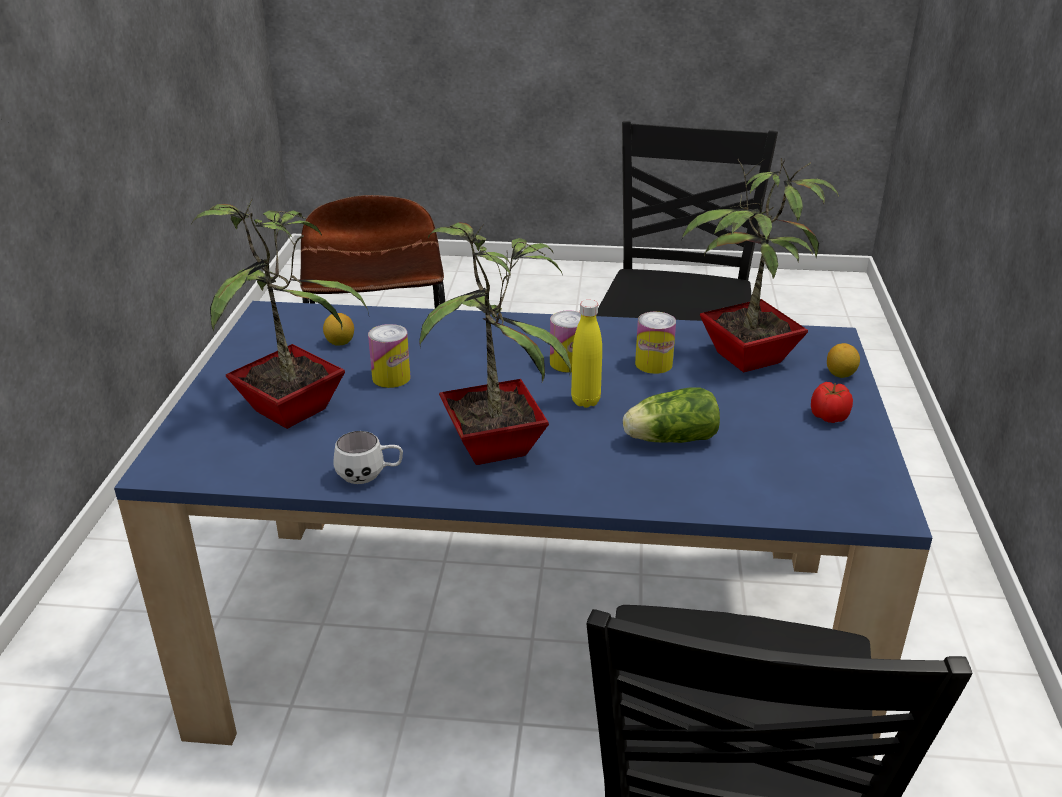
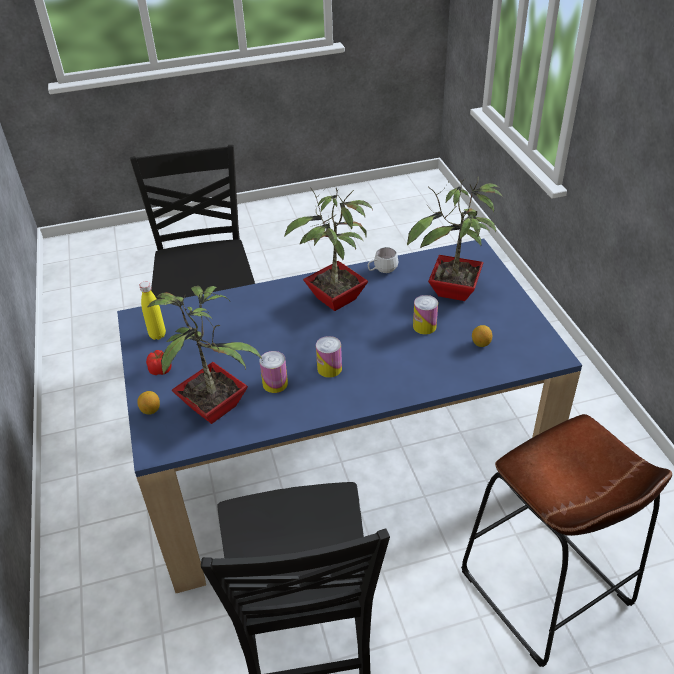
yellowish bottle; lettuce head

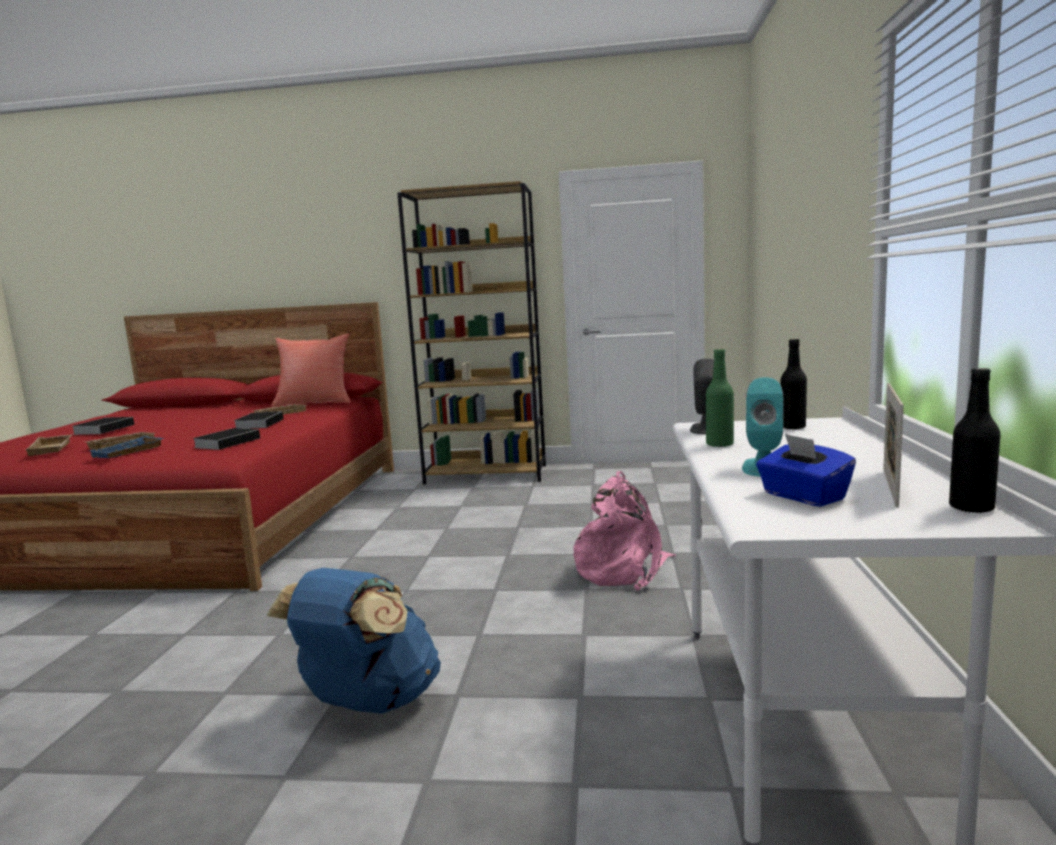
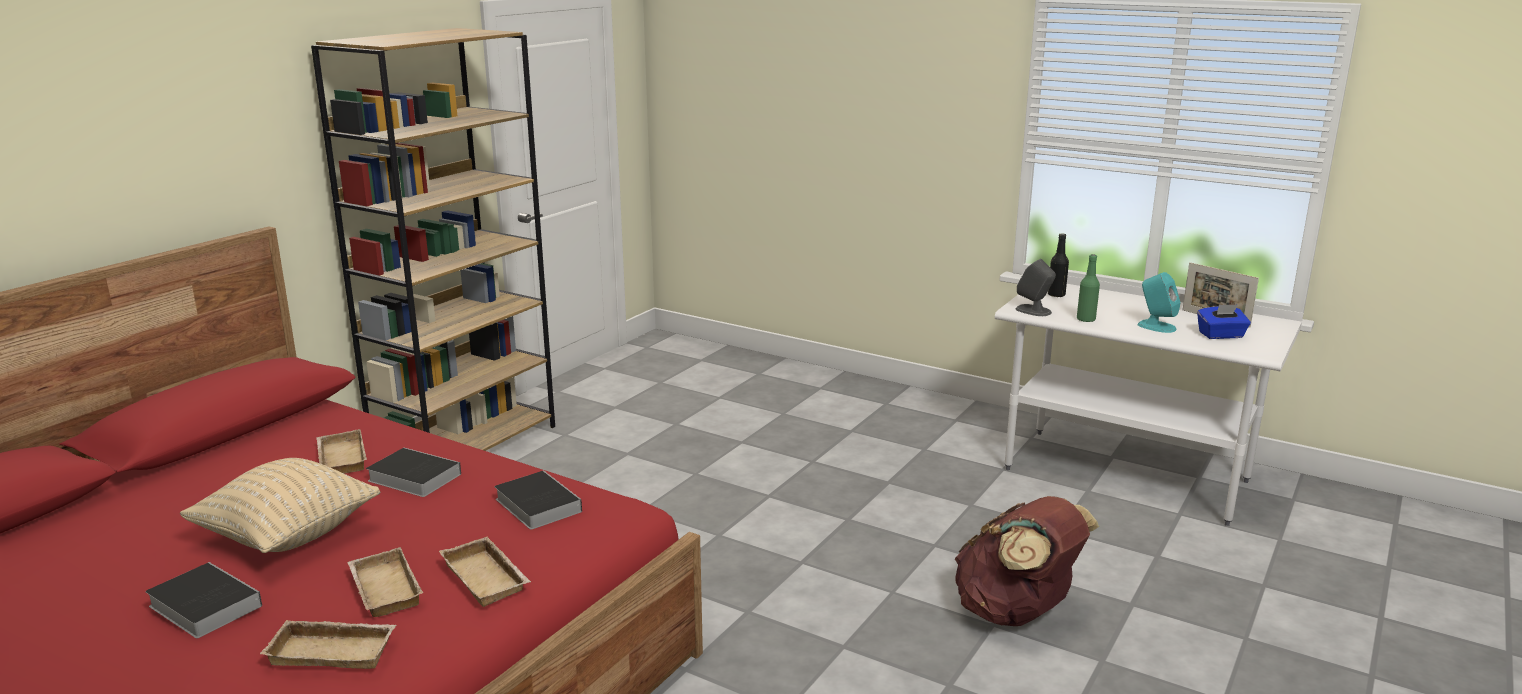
beige tray (4th from left); brown backpack; red-coloured pillow; pink backpack; black-coloured bottle (2nd from left in the first image); beige pillow

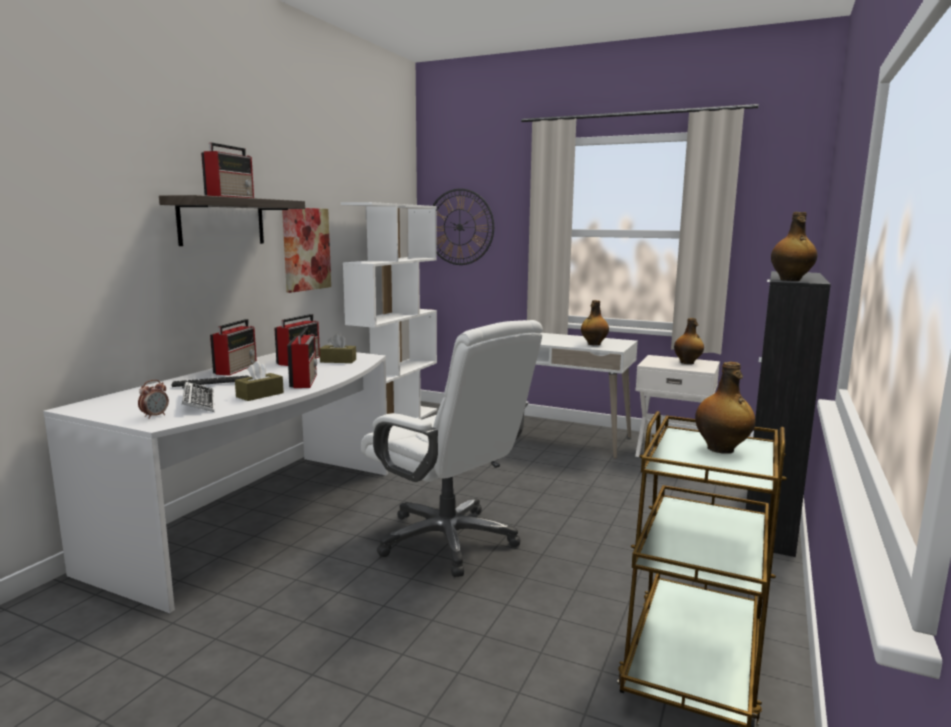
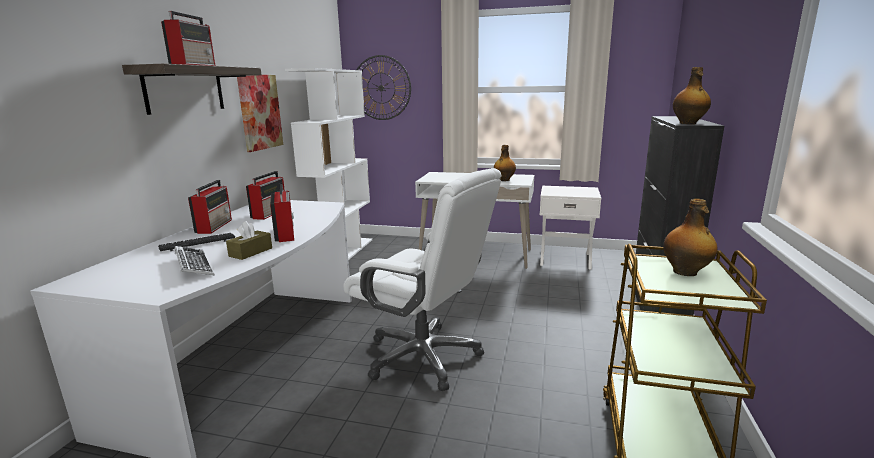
bedside clock; brown tissue holder (2nd from left in the first image); bottle (2nd from left in the first image)

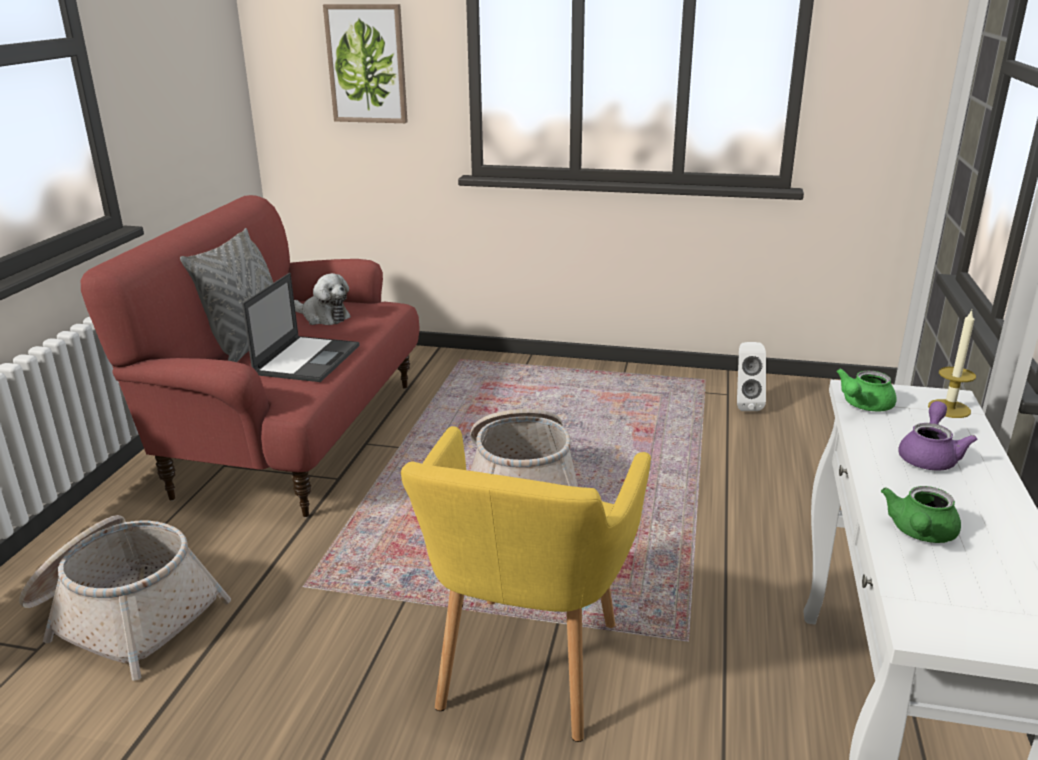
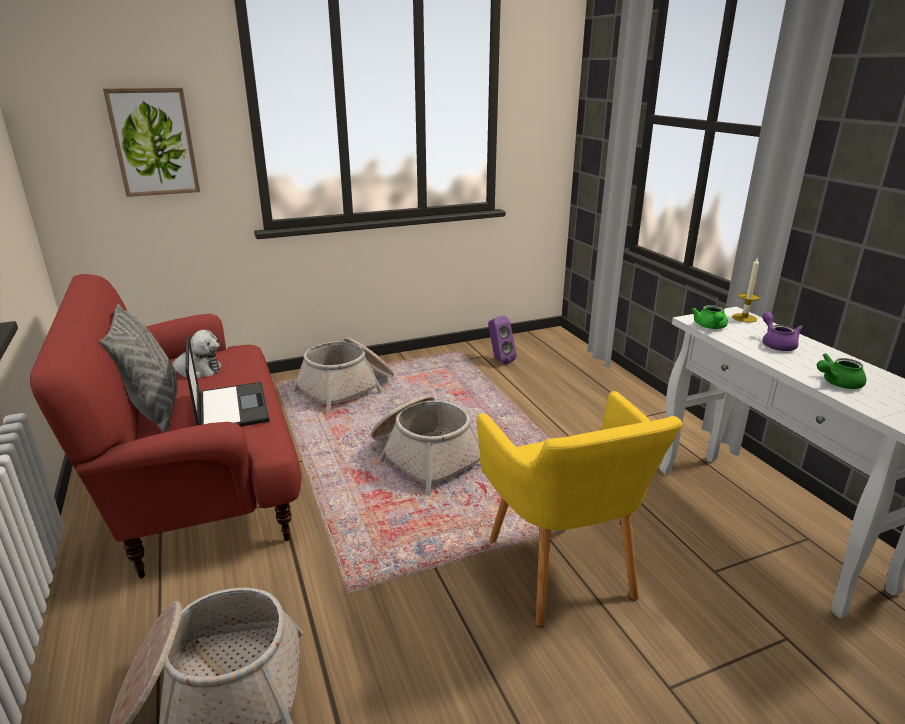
purple audio speaker; greenish teapot (2nd from left); basket (2nd from left)

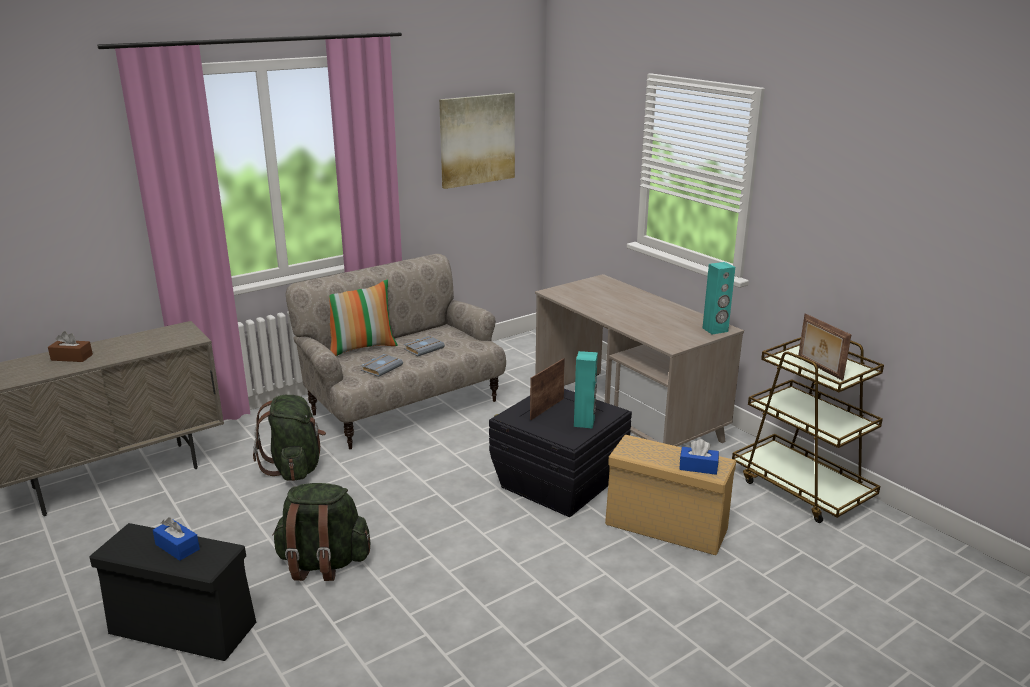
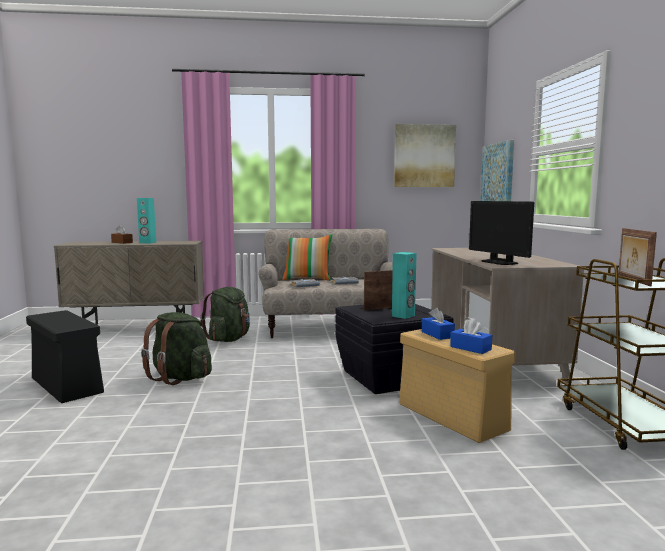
bluish tissue holder (1st from left); blue-green audio speaker (1st from left); monitor; wall art (2nd from left)

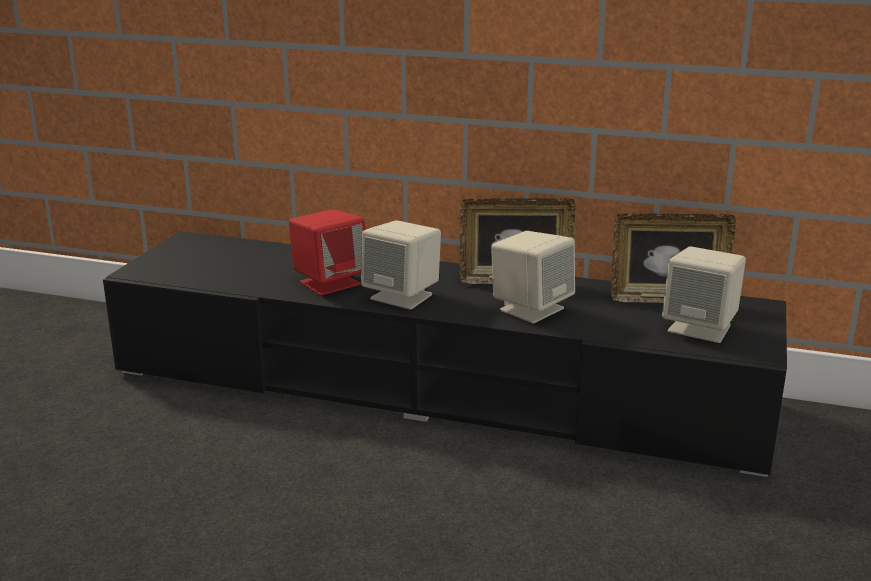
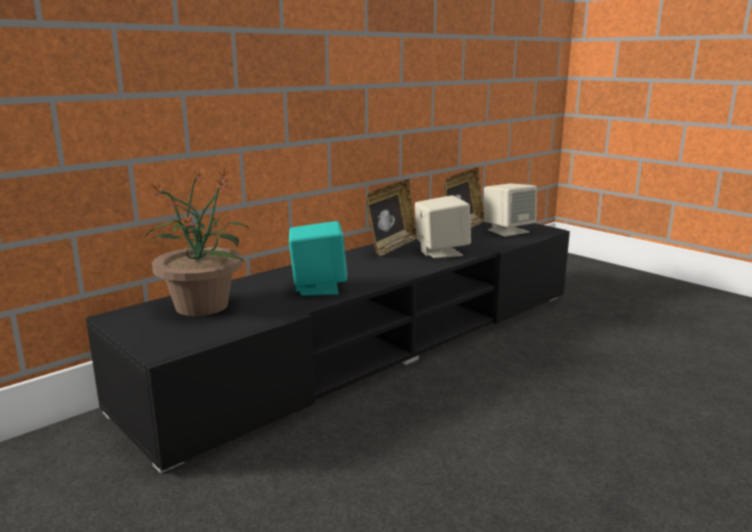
blue-green audio speaker; beige audio speaker (1st from left in the first image); plant in a pot

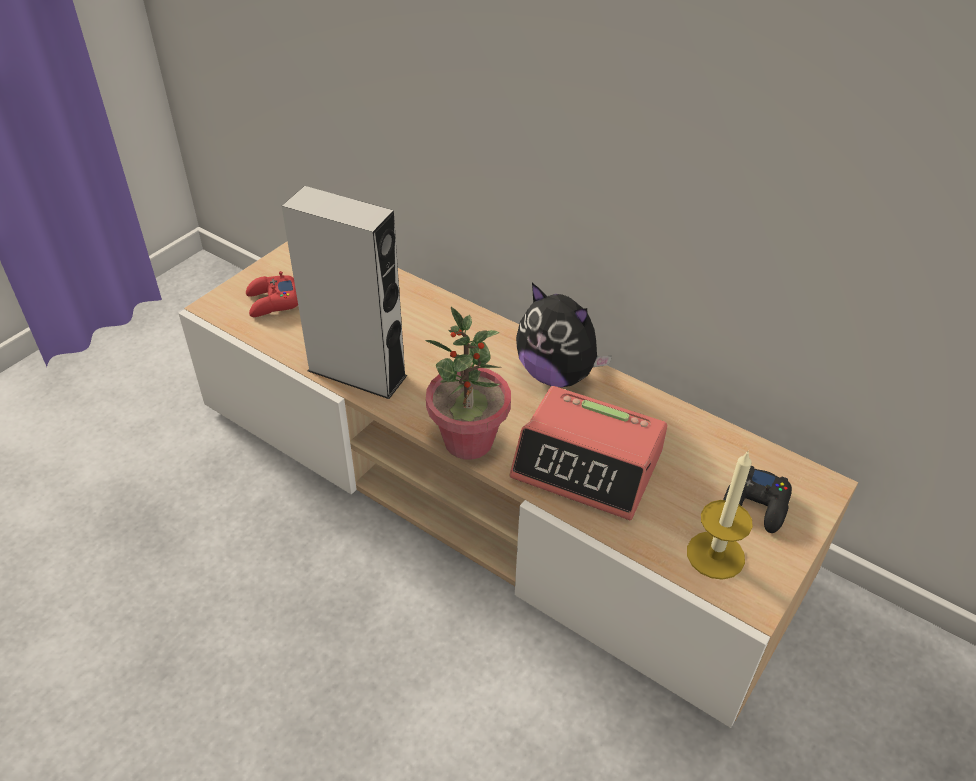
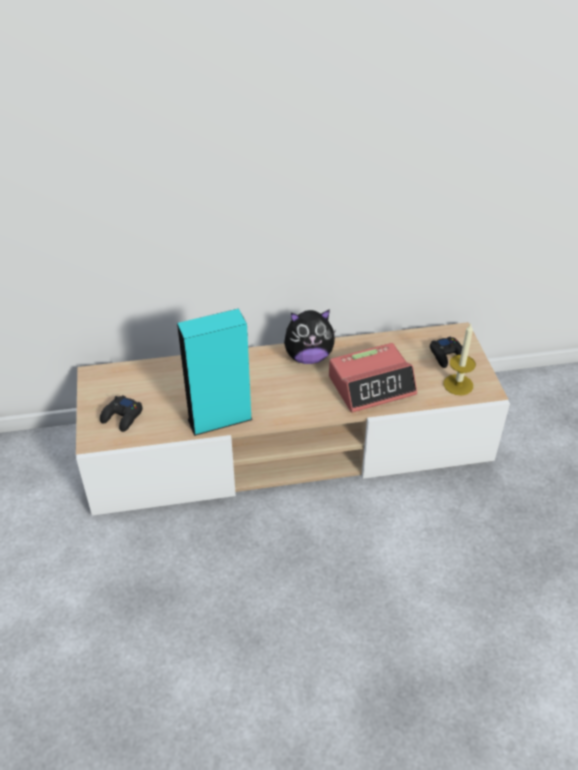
black-coloured game controller (1st from left); blue-green audio speaker; plant in a pot

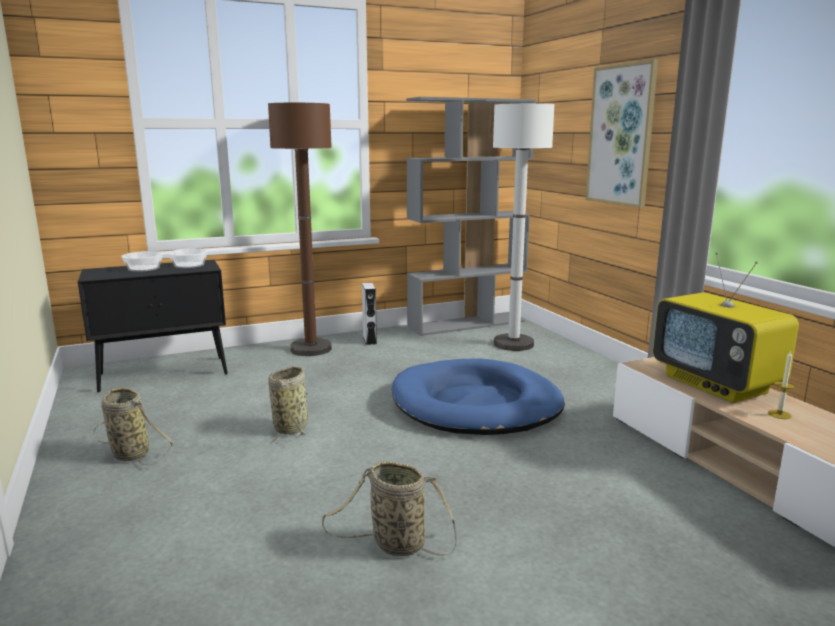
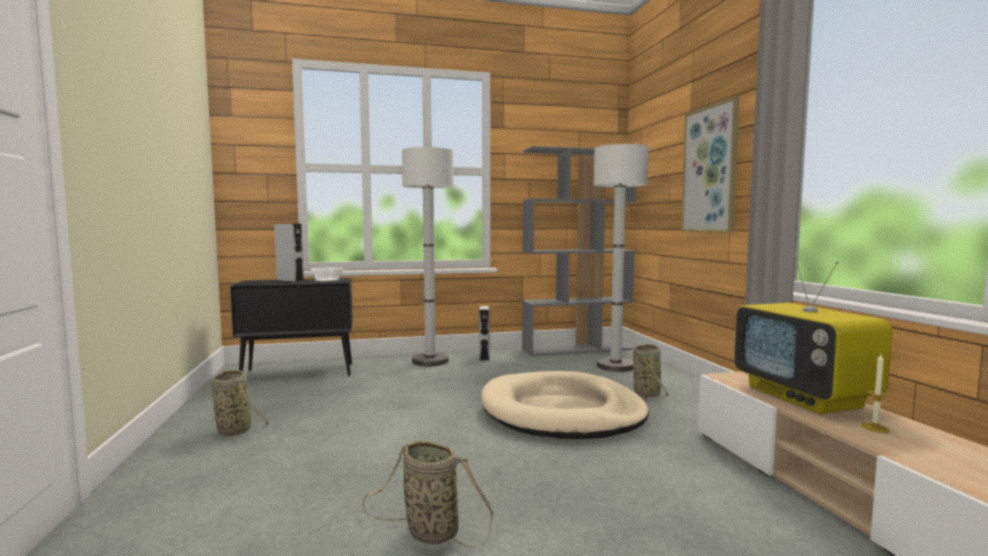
grey audio speaker (1st from left); white standard lamp (1st from left); basket (3rd from left); beige dog cushion

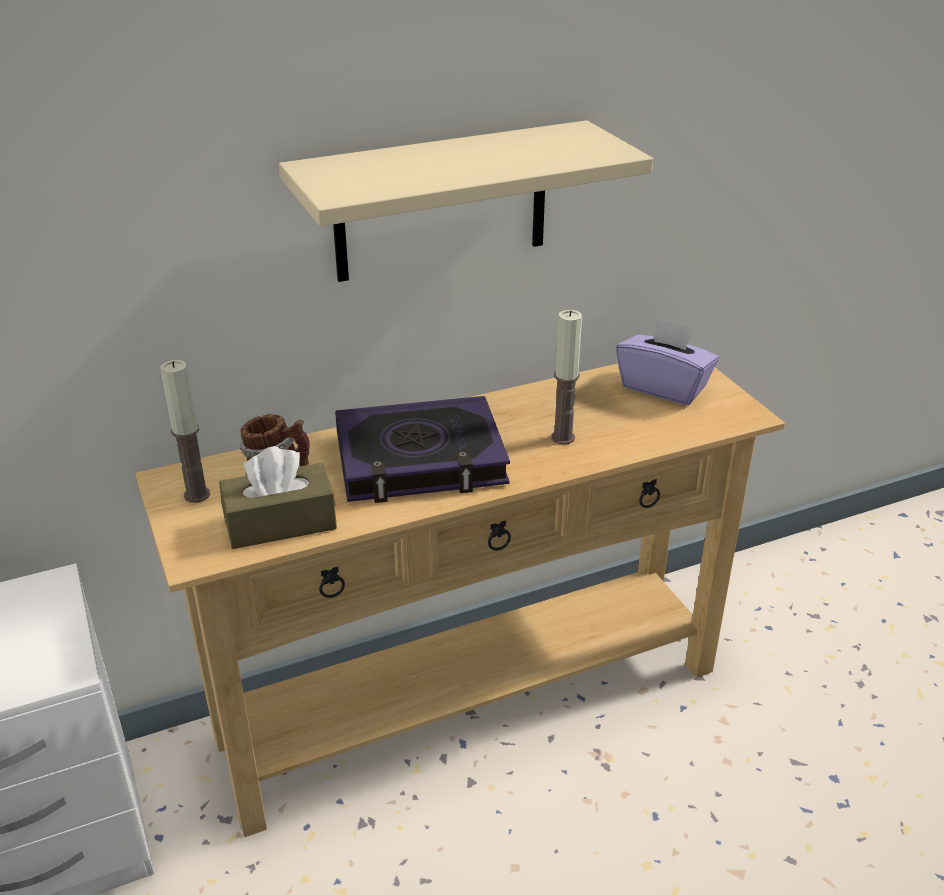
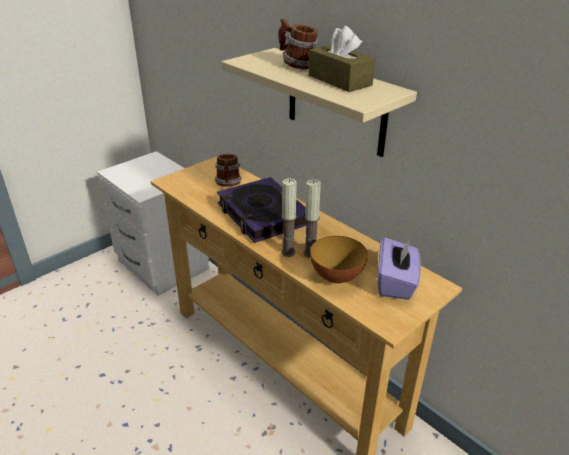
wax light (1st from left); brown tissue holder; tea mug (2nd from left); serving bowl

